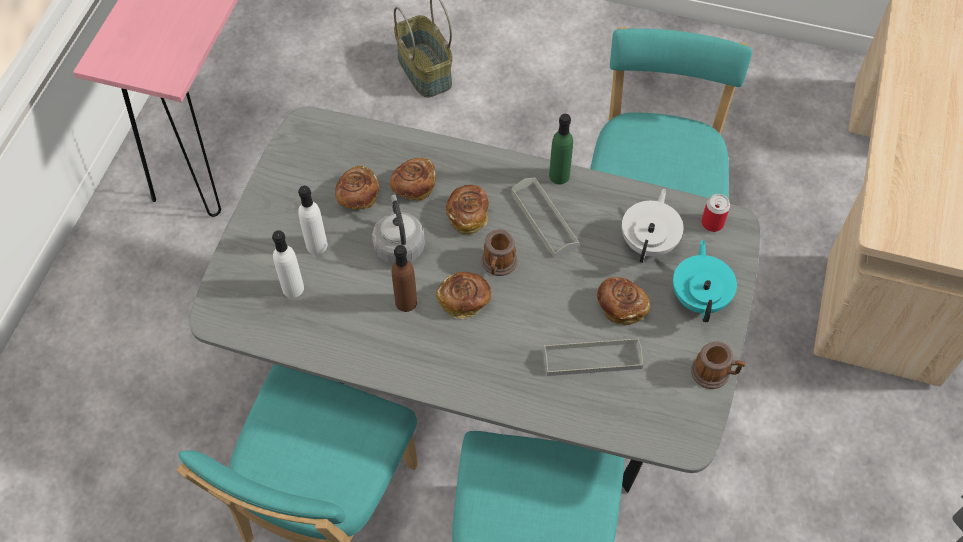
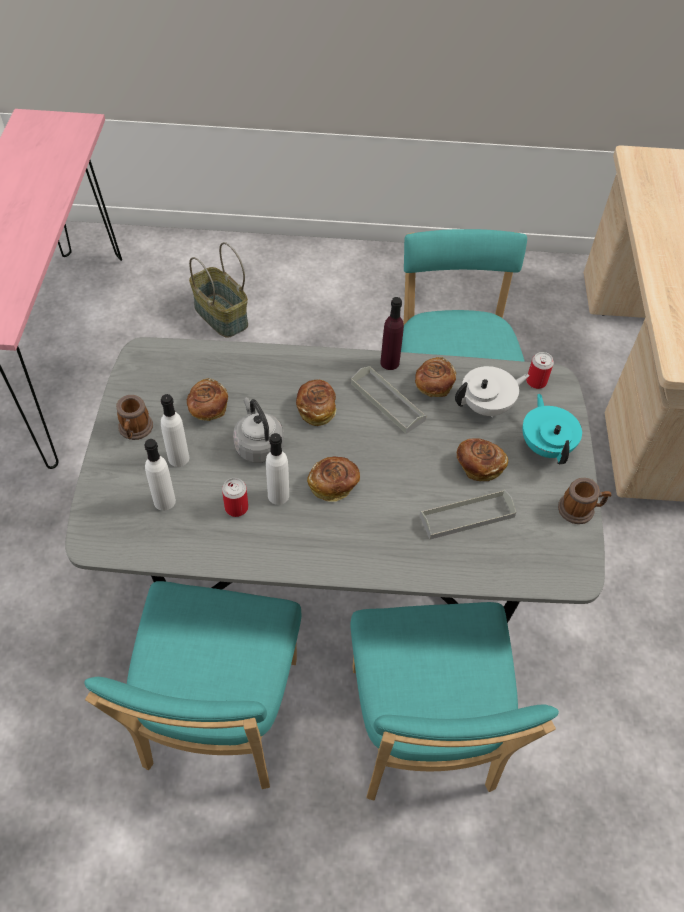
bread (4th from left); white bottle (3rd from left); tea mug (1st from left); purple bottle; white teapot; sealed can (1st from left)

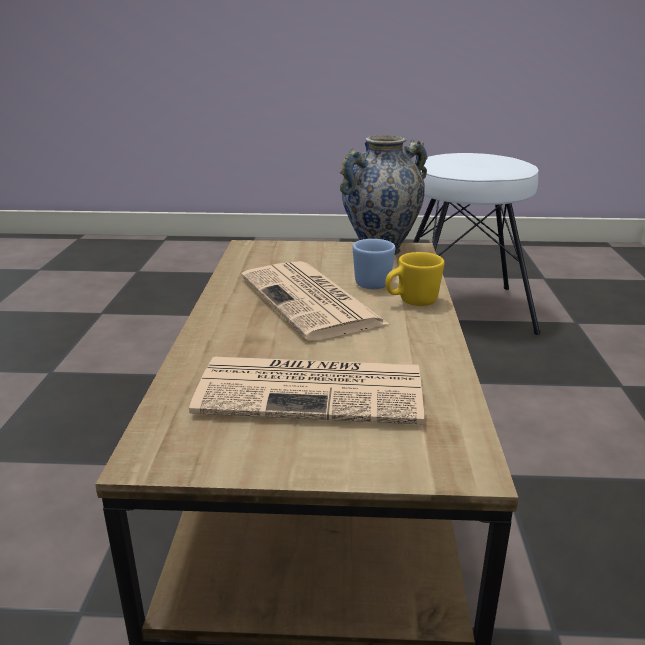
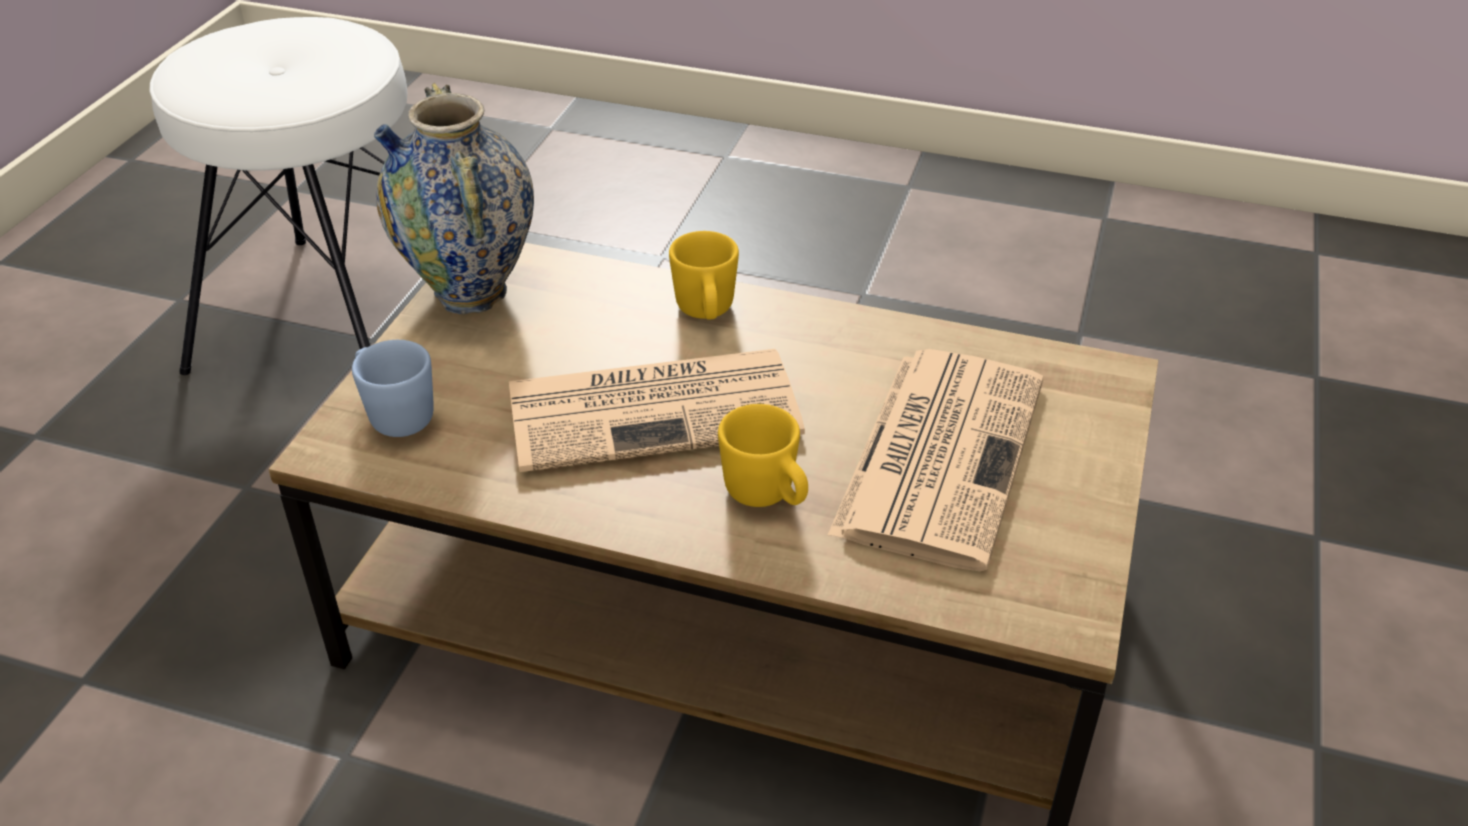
bluish tea mug; yellowish tea mug (2nd from left)

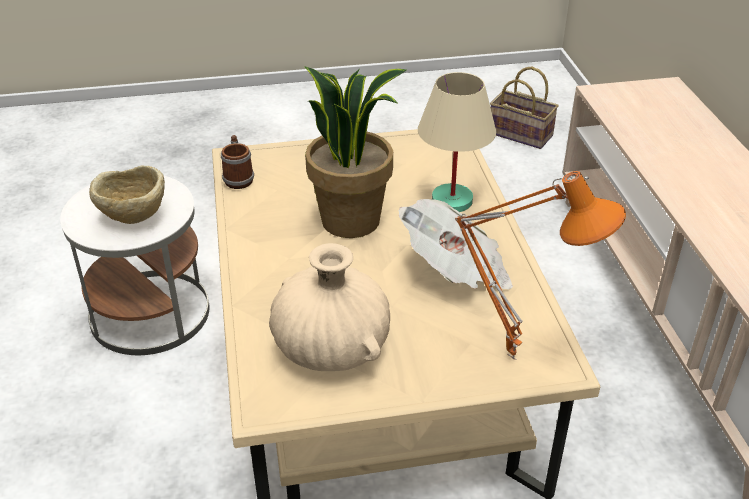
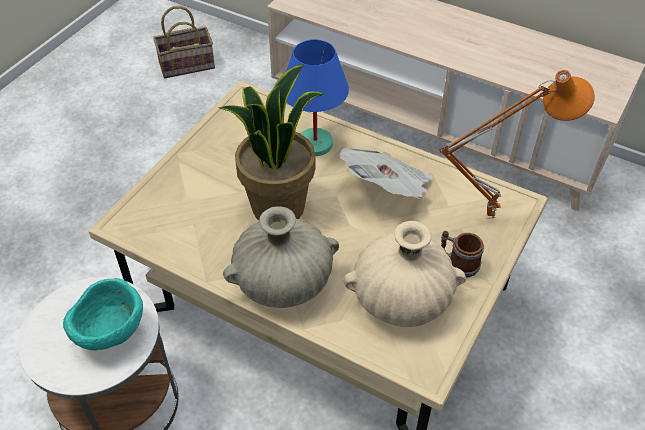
blue-green serving bowl; tea mug; bluish tabletop lamp; beige vase (1st from left)

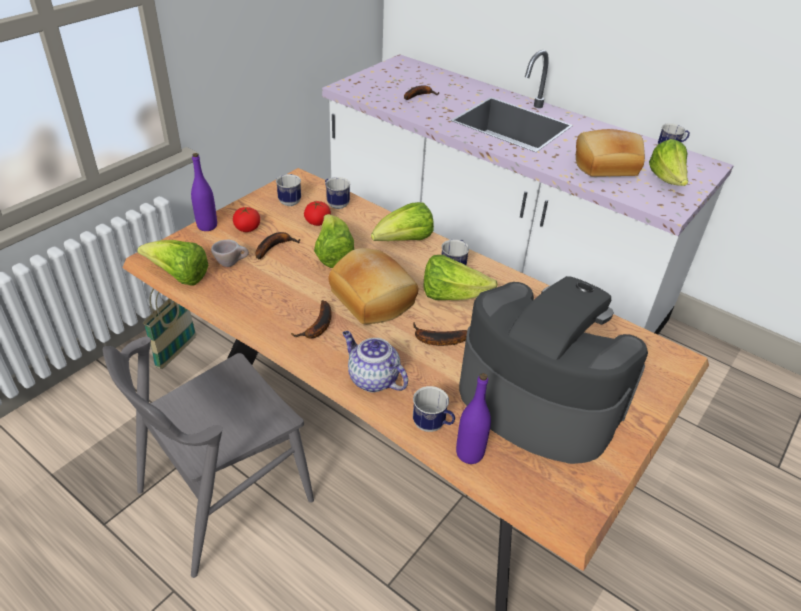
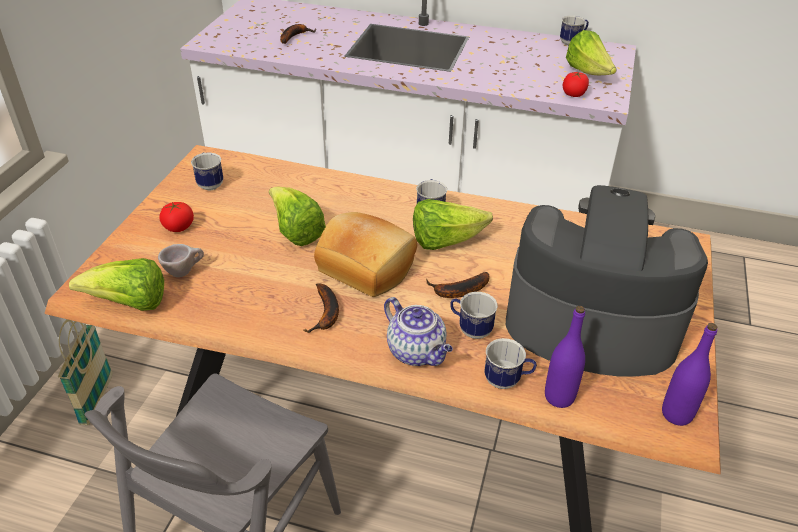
purple bottle (2nd from left); banana fruit (1st from left in the first image); fresh tomato (2nd from left); tea mug (3rd from left); teapot; lettuce head (3rd from left in the first image); bread (2nd from left in the first image)

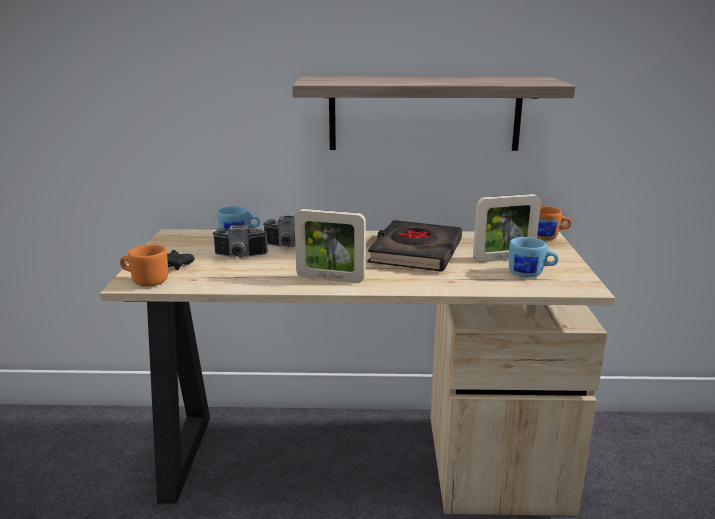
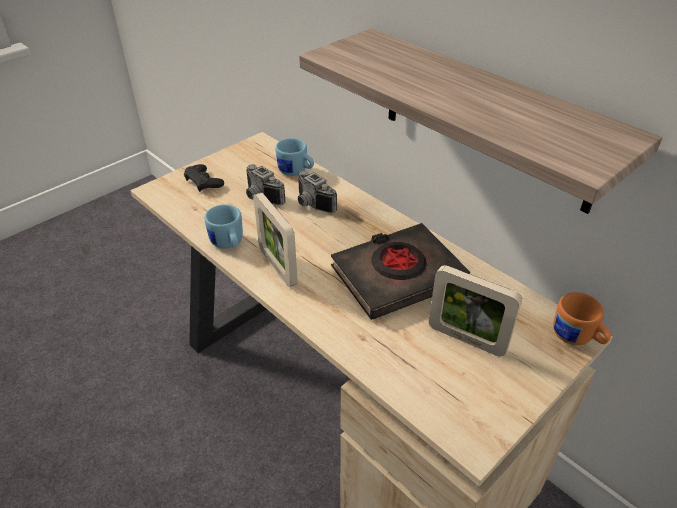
orangey tea mug (1st from left in the first image); bluish tea mug (1st from left)

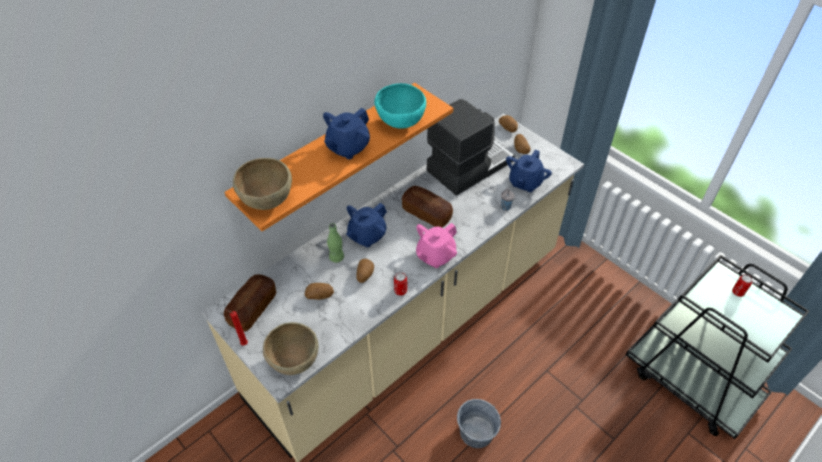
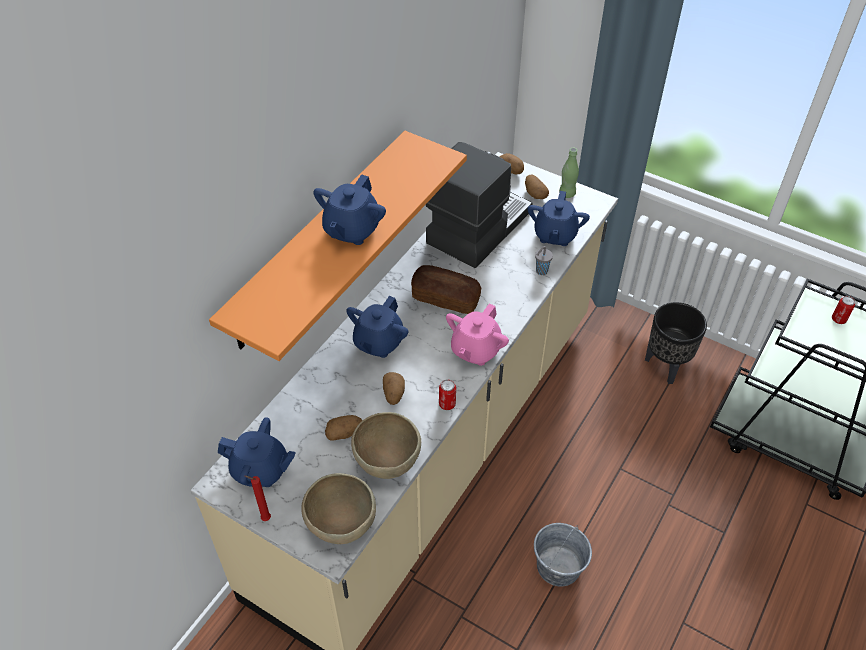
bluish teapot (1st from left); brown serving bowl (2nd from left); greenish bottle; blue-green serving bowl; black-coloured plant pot

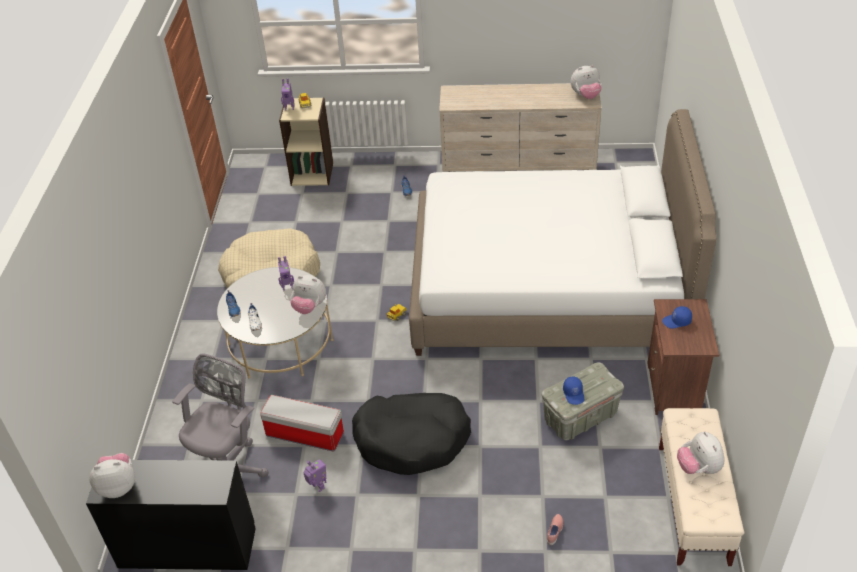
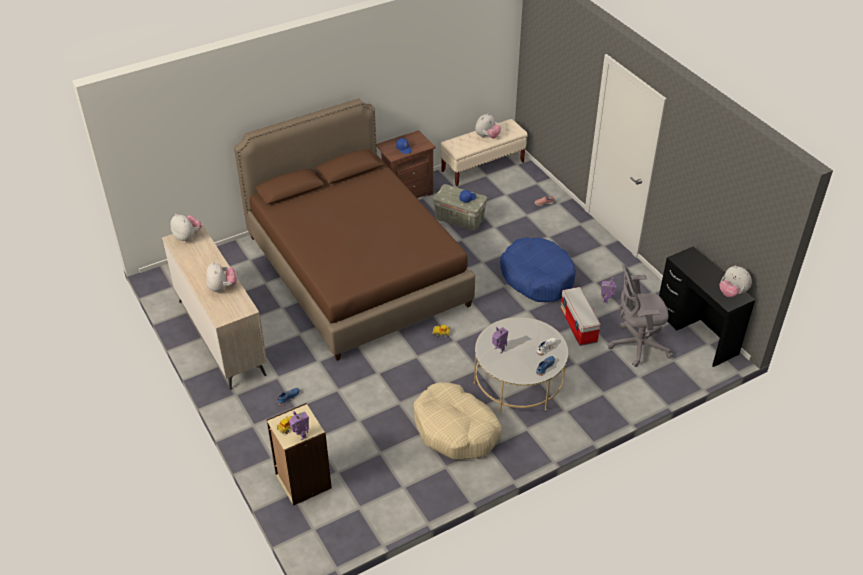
cuddly toy (2nd from left); bluish dog cushion; brown bed

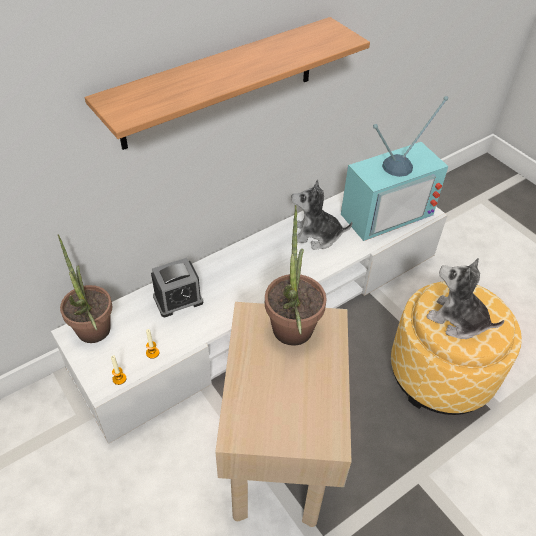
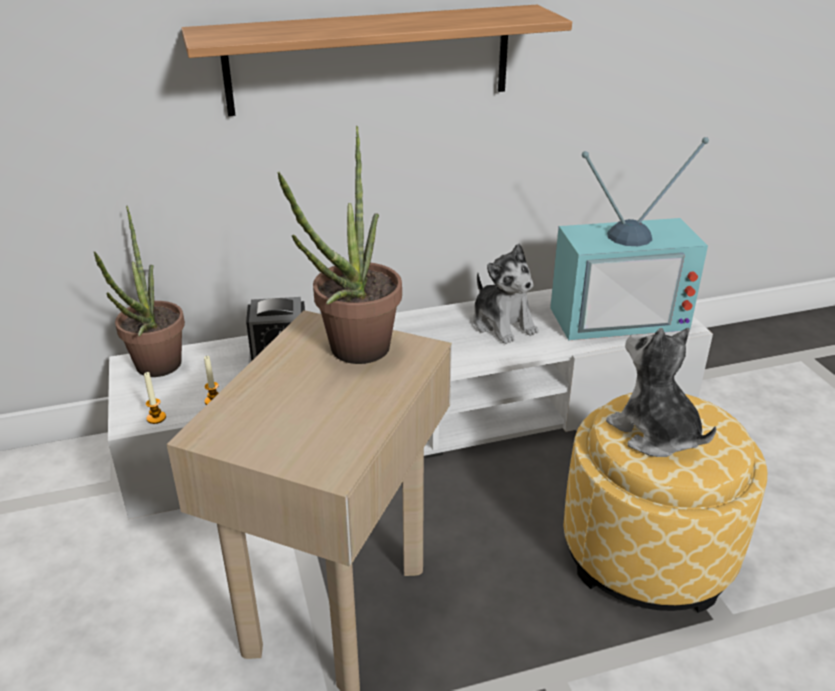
cuddly toy (1st from left)

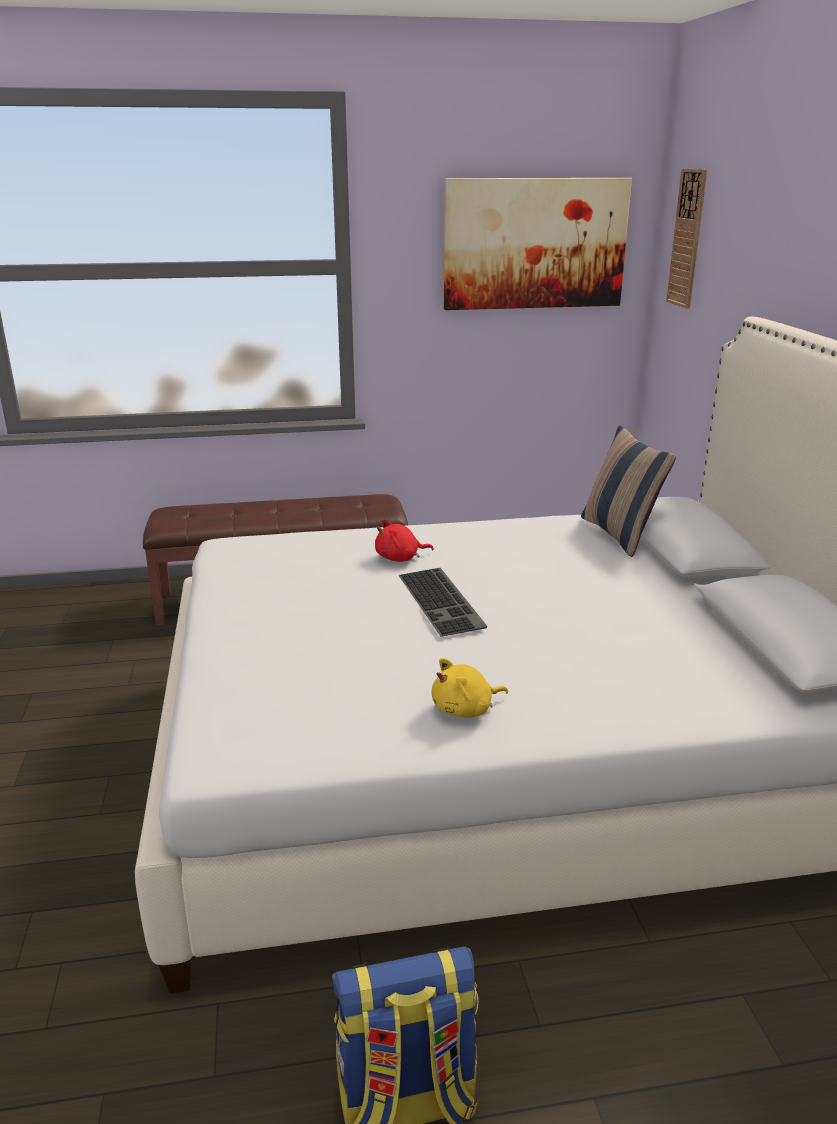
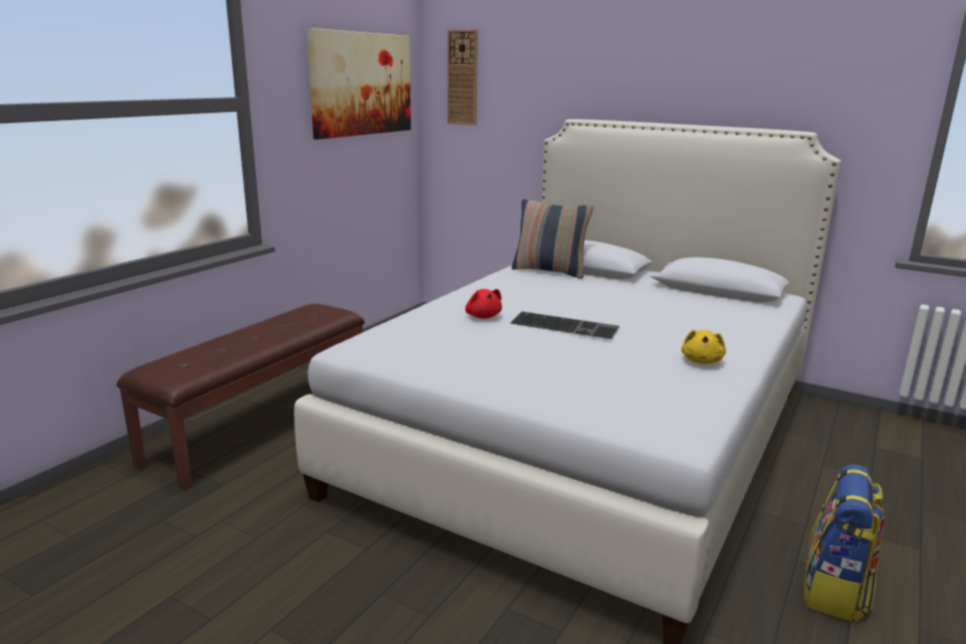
red-coloured cuddly toy

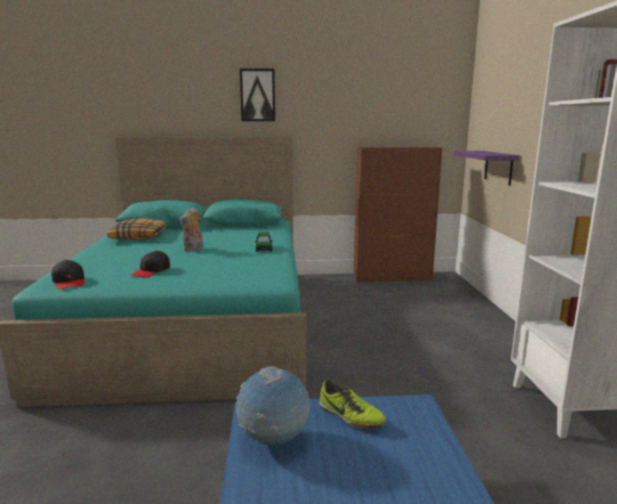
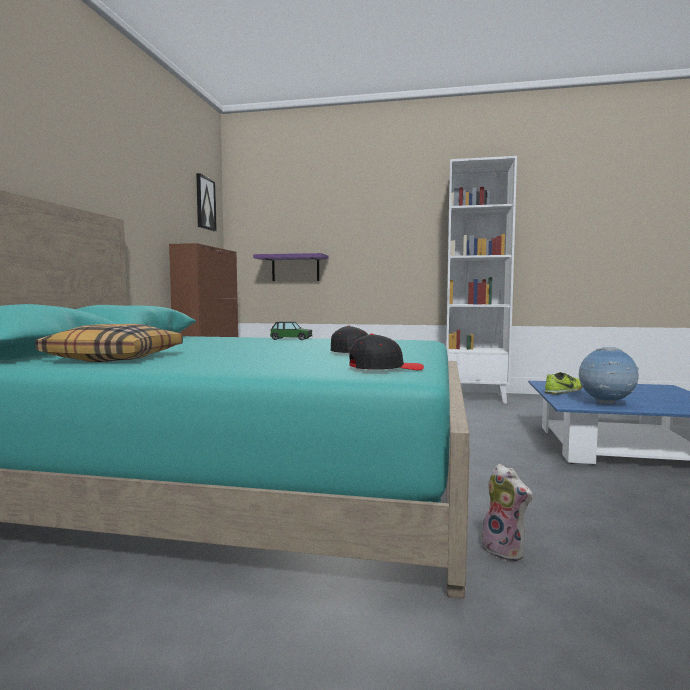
cuddly toy; wall art

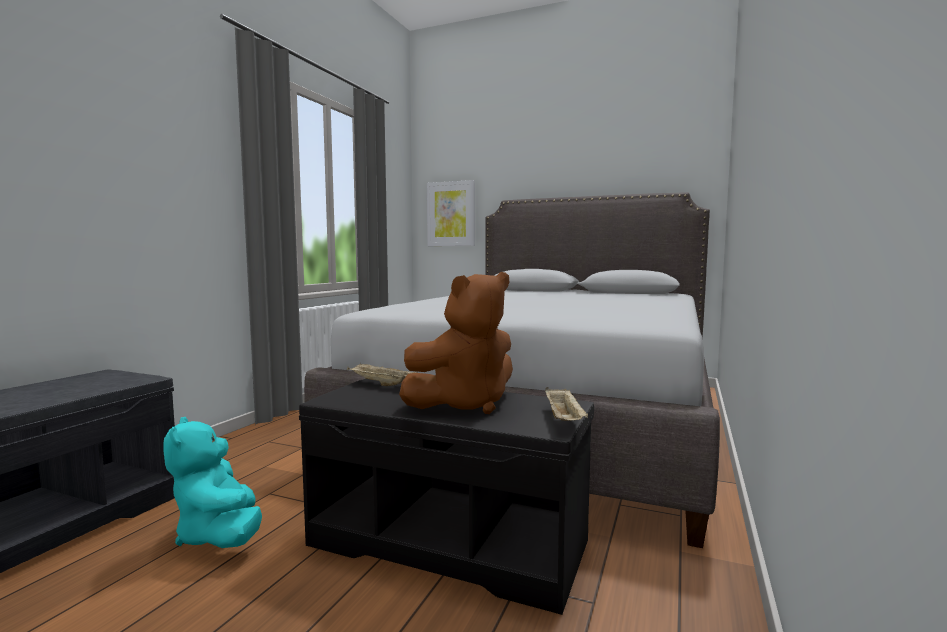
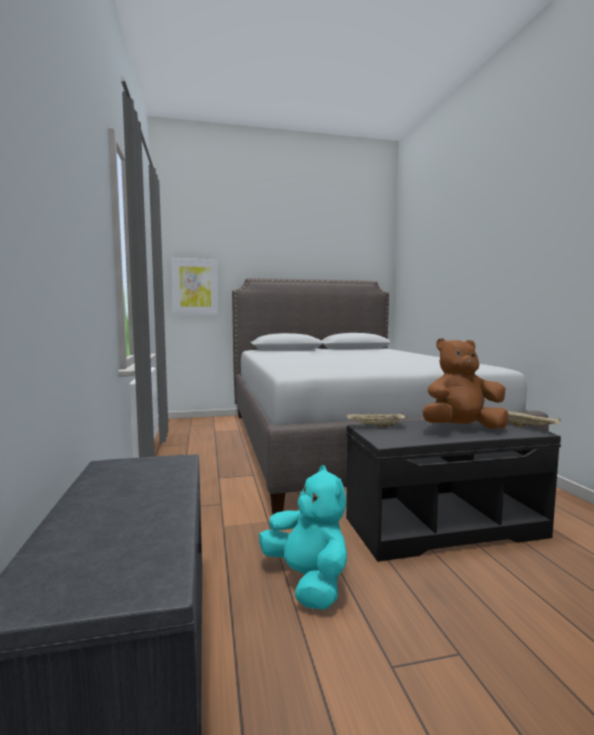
blue-green cuddly toy; brown cuddly toy

